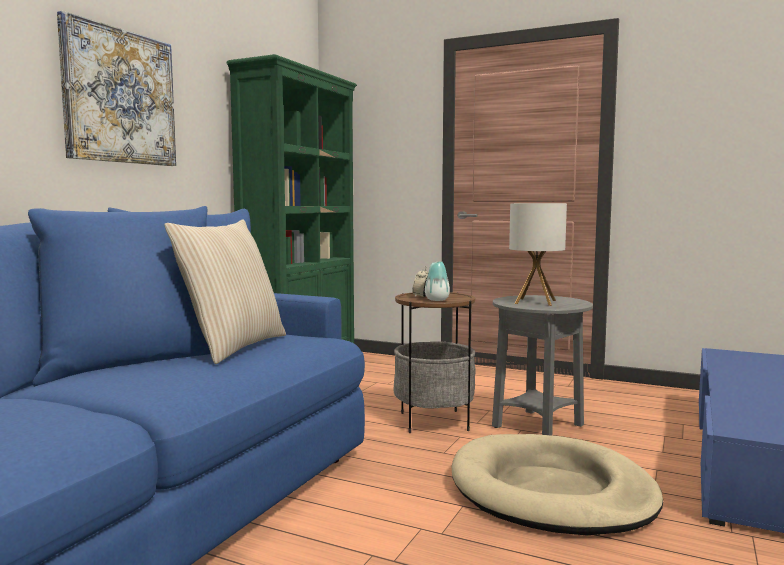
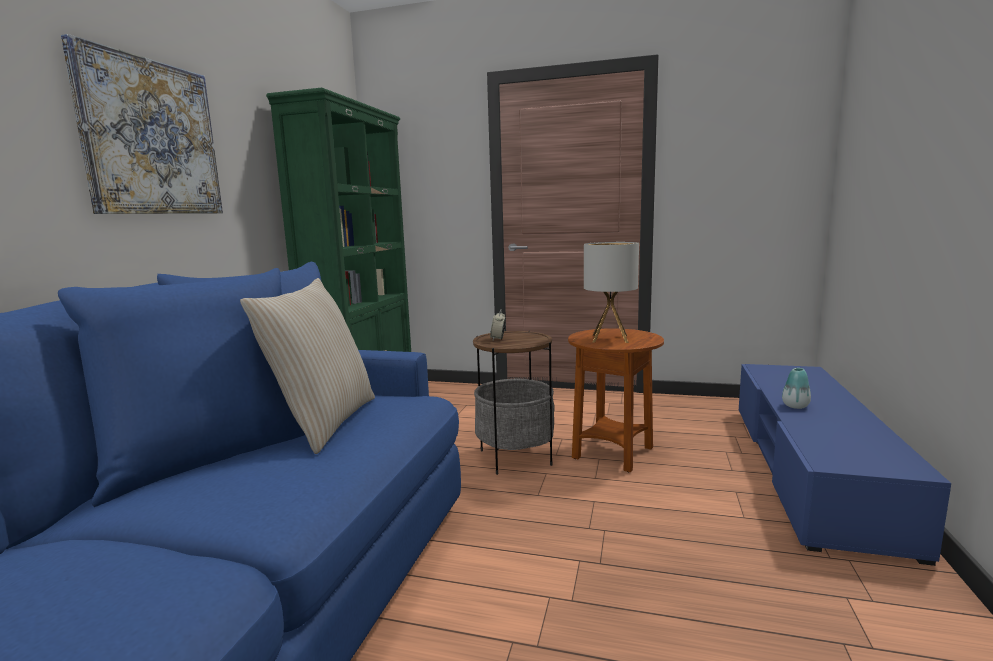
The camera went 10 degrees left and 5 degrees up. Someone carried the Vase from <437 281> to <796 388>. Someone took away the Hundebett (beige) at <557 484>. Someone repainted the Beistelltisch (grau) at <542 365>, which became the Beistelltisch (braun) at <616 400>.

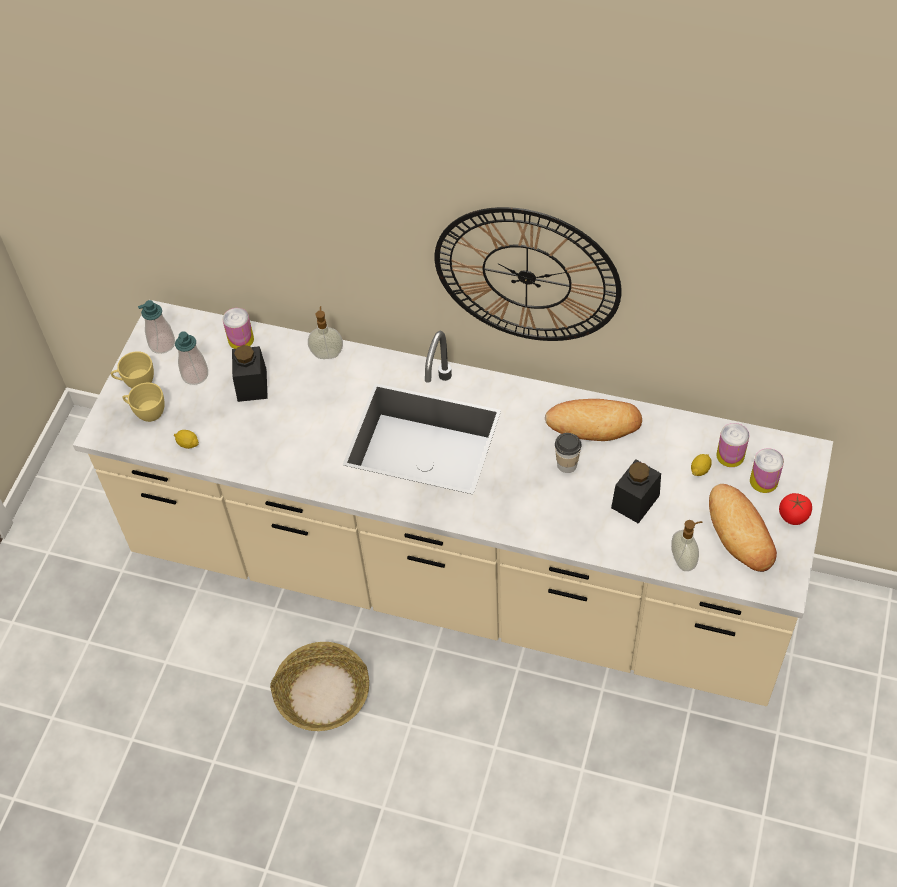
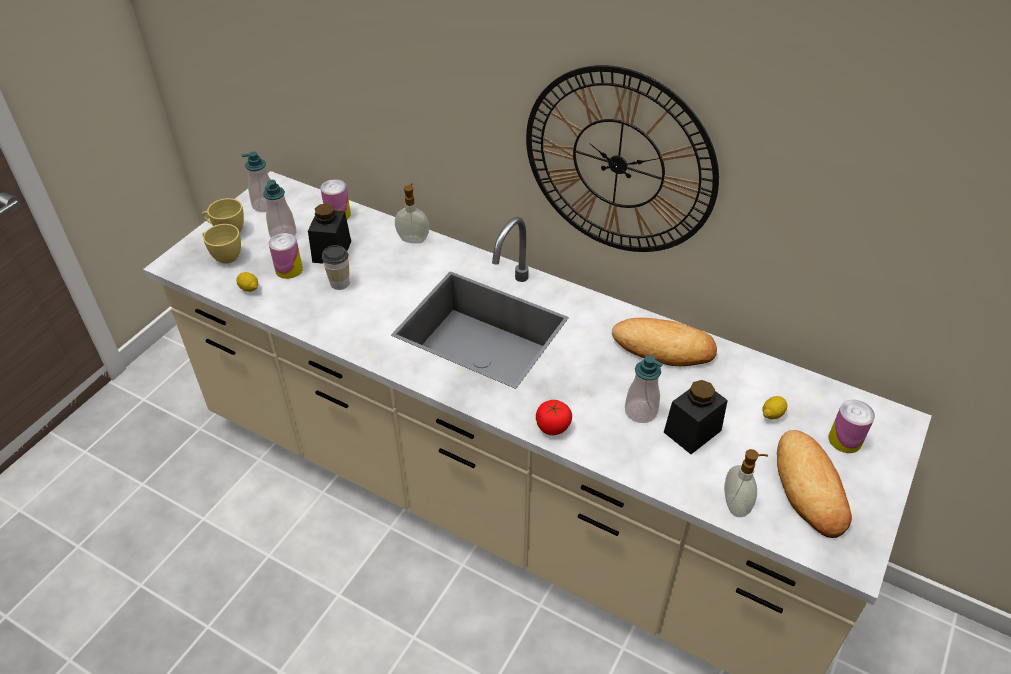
The camera went 10 degrees right and 10 degrees down. Someone took away the Korb at <319 686>. Someone carried the Tasse from <568 453> to <336 267>. Someone carried the Dose from <732 445> to <286 256>. Someone carried the Tomate from <795 509> to <554 417>. Someone put down the Seifenspender at <644 389>.

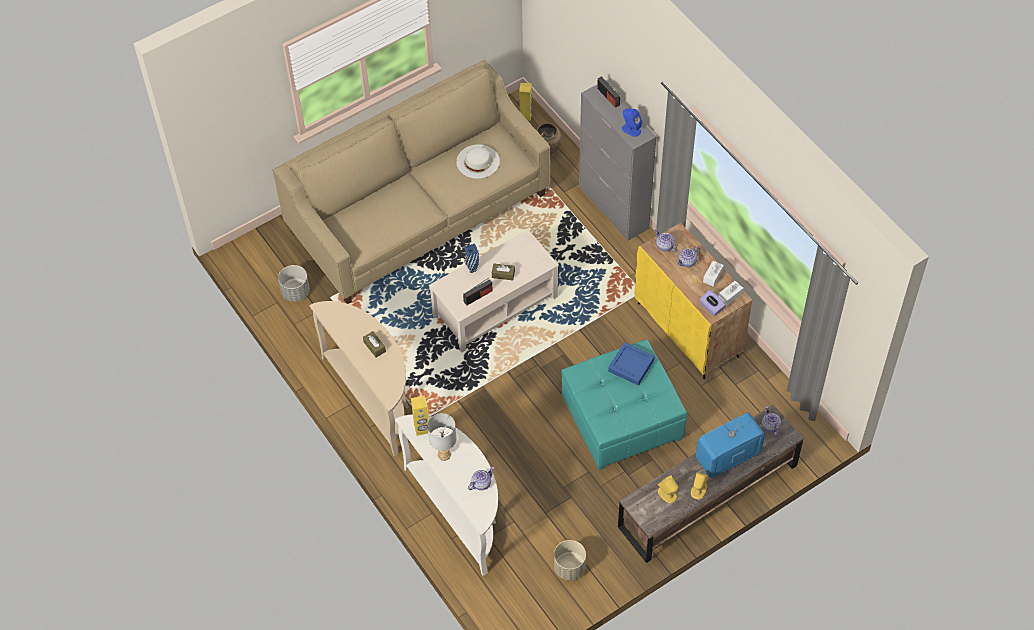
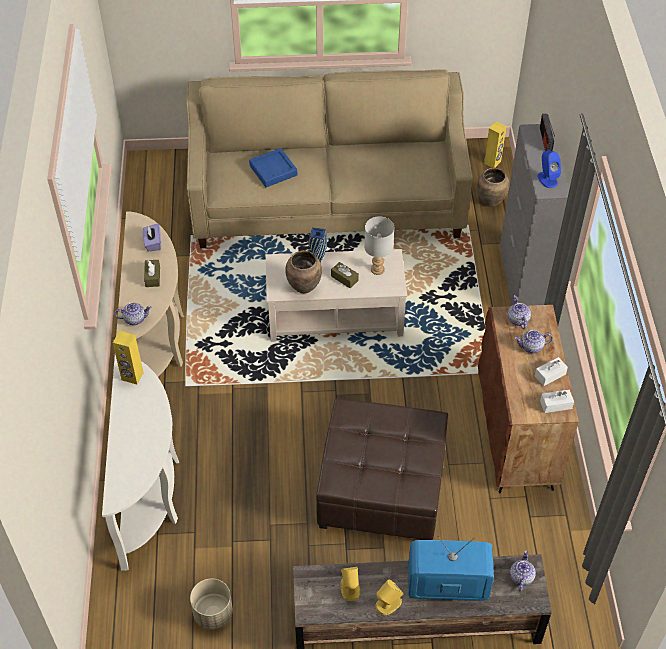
The camera went 30 degrees right and 5 degrees down. Someone took away the Pflanzkübel (grau) at <294 283>. Someone carried the Tischlampe (grau) from <441 437> to <379 246>. Someone took away the Hut (weiß) at <478 162>. Someone swapped the Radio at <478 291> for the Vase (braun) at <303 271>. Someone carried the Teekanne from <481 478> to <133 314>. Someone repainted the Polsterhocker (türkis) at <624 404>, which became the Polsterhocker (braun) at <382 469>. Someone carried the Tablett (blau) from <631 363> to <273 167>. Someone repainted the Schrank (gelb) at <693 301>, which became the Schrank (braun) at <528 399>. Someone carried the Taschentuchbox (lila) from <712 303> to <152 237>.

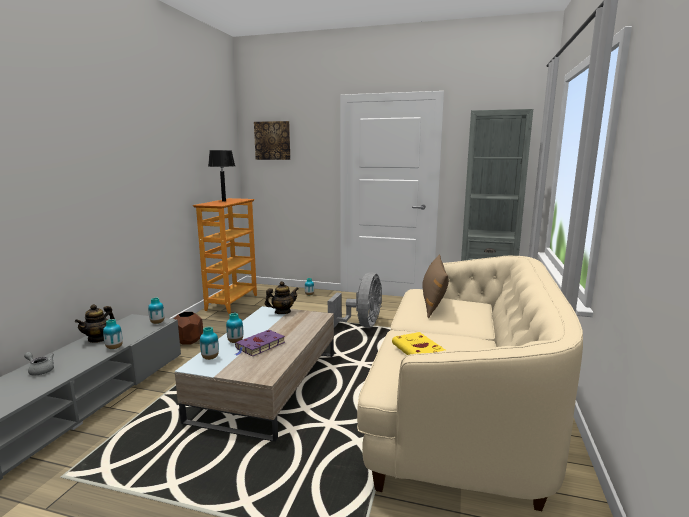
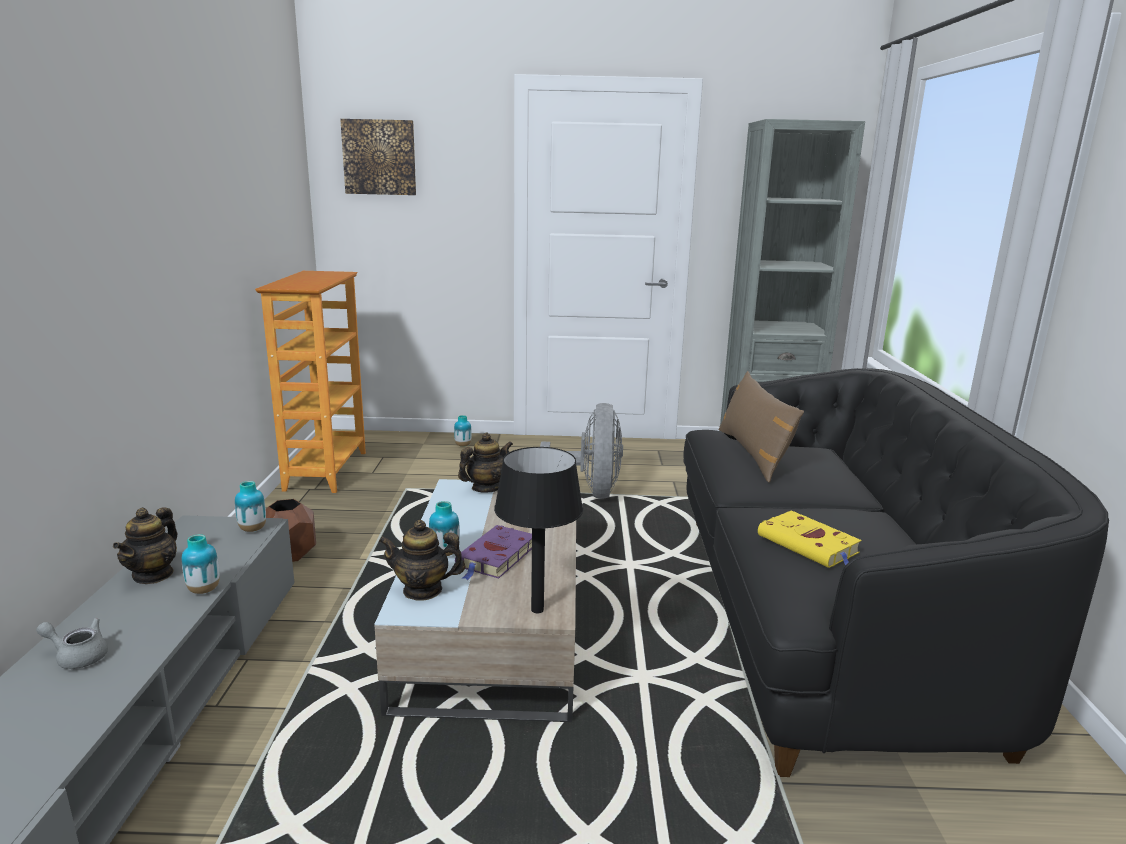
The camera went 15 degrees left and 5 degrees up. Someone swapped the Vase at <209 343> for the Teekanne at <422 560>. Someone carried the Tischlampe (schwarz) from <221 176> to <538 530>. Someone repainted the Sofa (beige) at <470 383>, which became the Sofa (schwarz) at <896 572>.

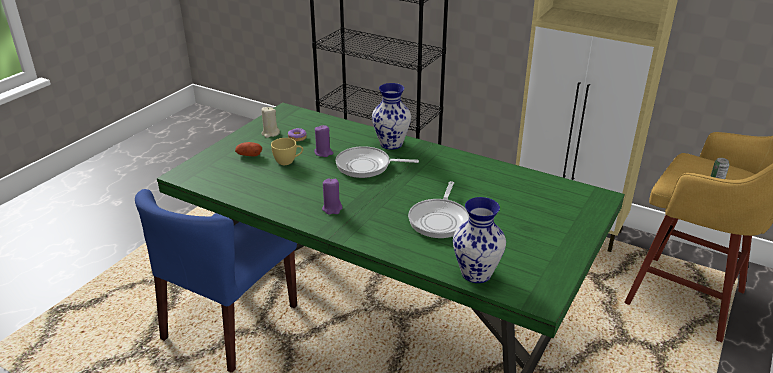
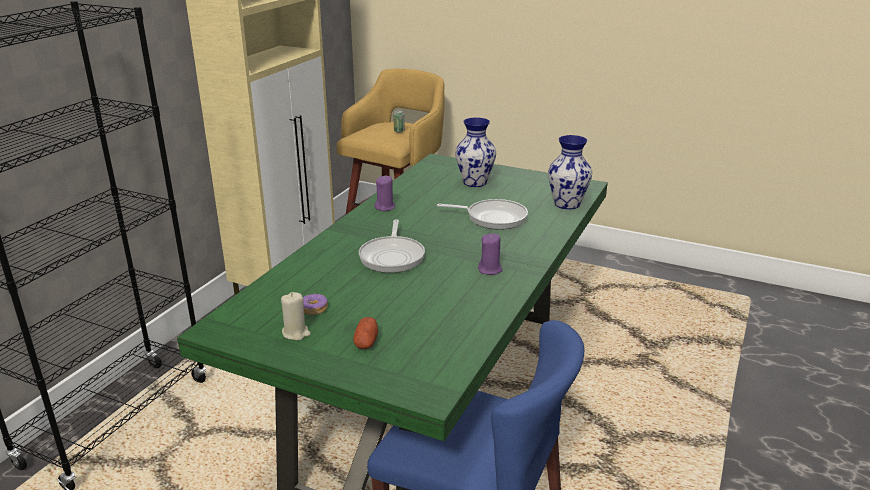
The camera went 95 degrees left and 5 degrees down. Someone took away the Tasse (gelb) at <287 151>. Someone carried the Kerze (lila) from <323 141> to <384 193>. Someone carried the Vase from <391 116> to <475 152>.

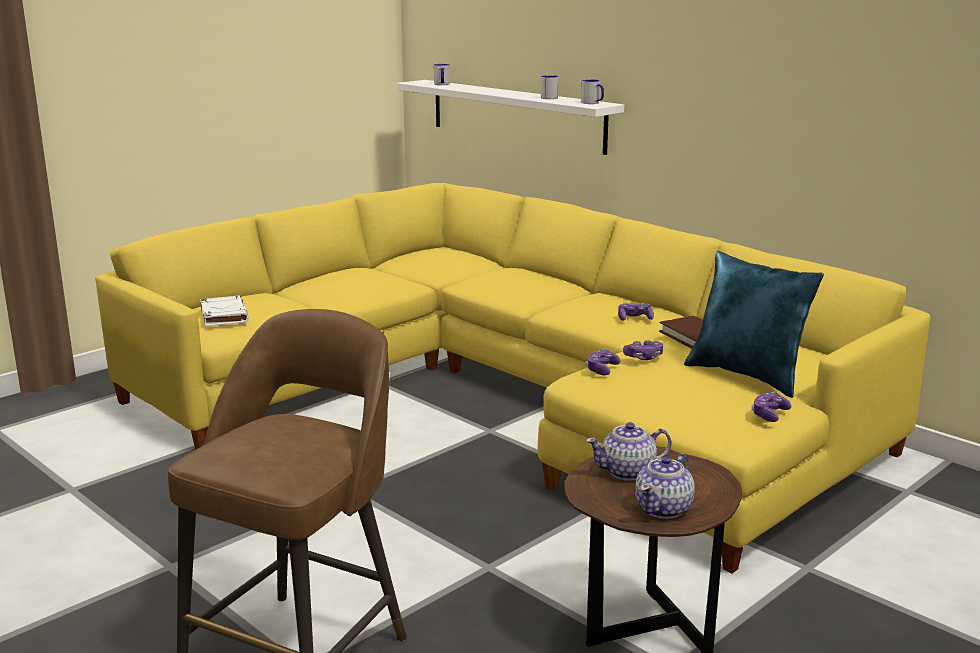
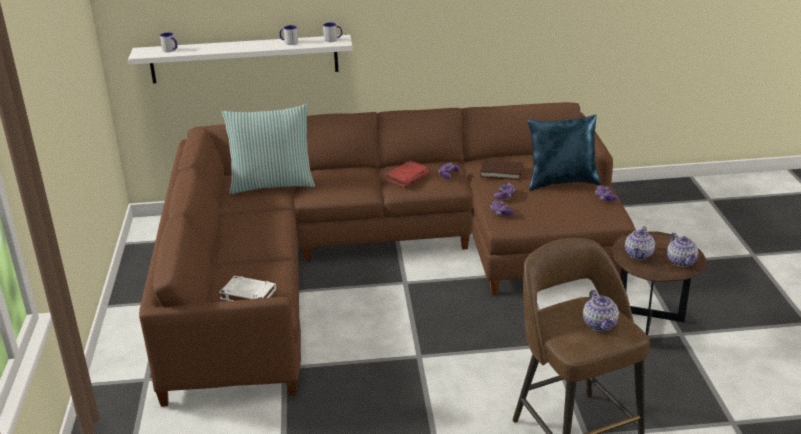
The camera went 50 degrees left and 10 degrees up. Someone repainted the Sofa (gelb) at <512 378>, which became the Sofa (braun) at <387 254>. Someone put down the Kissen at <268 149>. Someone put down the Buch (rot) at <408 174>. Someone put down the Teekanne at <601 311>.

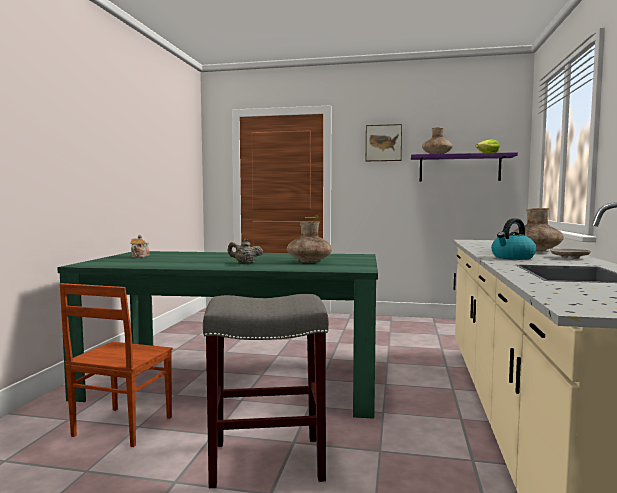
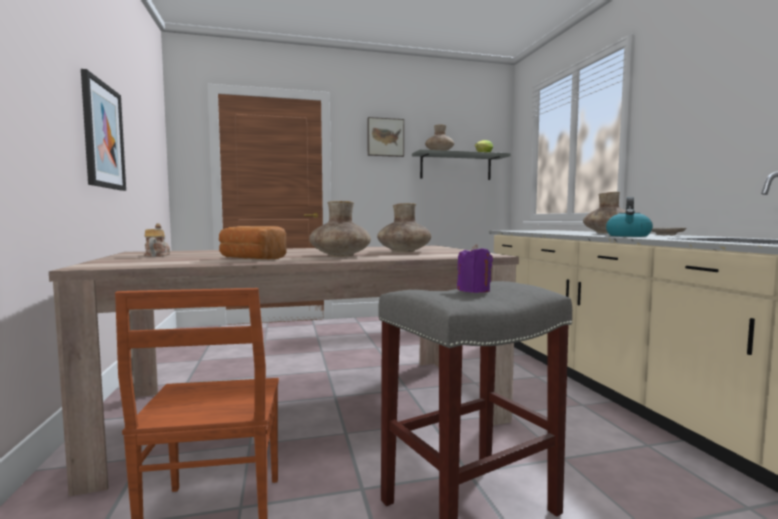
The camera went 25 degrees left and 0 degrees up. Someone repainted the Esstisch (grün) at <217 335>, which became the Esstisch (beige) at <284 370>. Someone swapped the Teekanne (beige) at <245 251> for the Vase (braun) at <340 229>. Someone repainted the Wandregal (lila) at <464 166>, which became the Wandregal (grau) at <461 165>. Someone put up the Bild at <103 130>. Someone put down the Brot at <253 242>. Someone put down the Kerze (lila) at <475 268>.

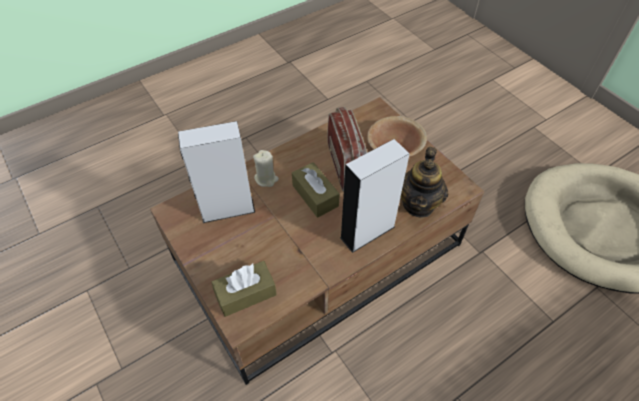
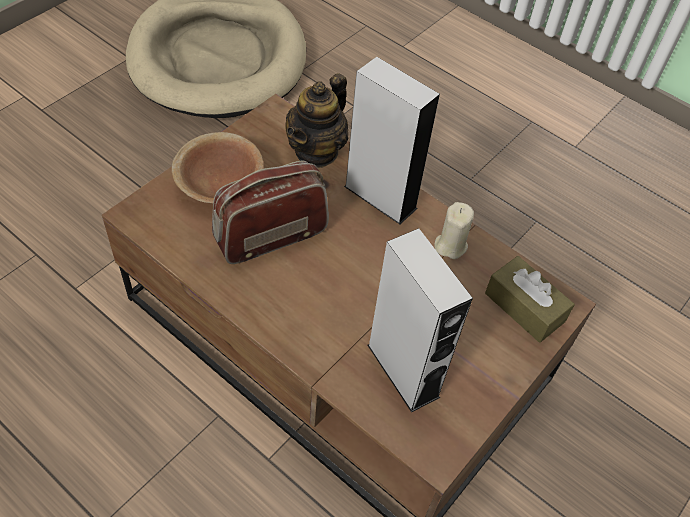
The camera went 110 degrees left and 0 degrees up. Someone carried the Kerze (beige) from <266 168> to <454 230>. Someone took away the Taschentuchbox (braun) at <316 190>. Someone rotated the Teekanne at <424 182> by 120 degrees clockwise.

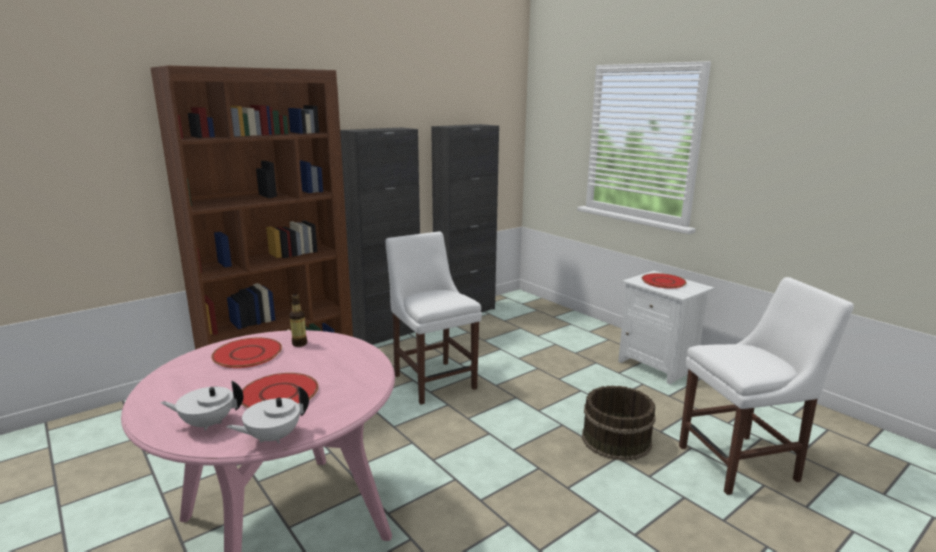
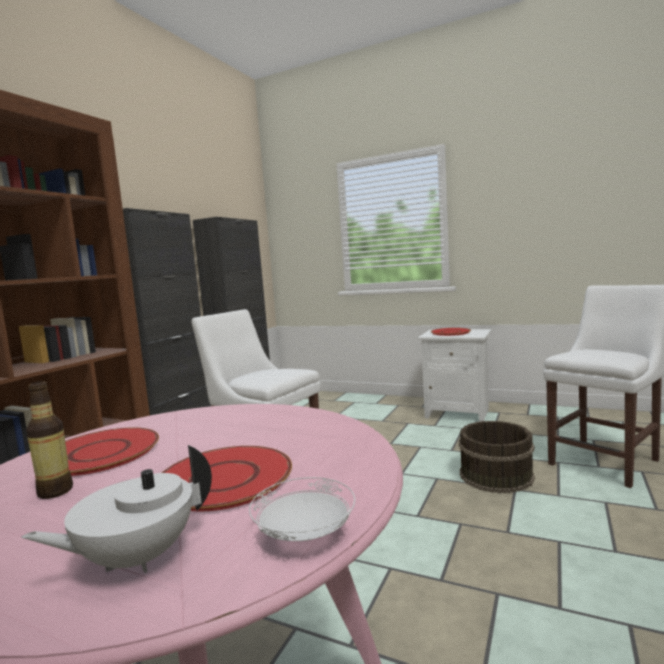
The camera went 25 degrees left and 10 degrees down. Someone swapped the Teekanne (weiß) at <267 415> for the Teller (weiß) at <302 509>. Someone carried the Flasche from <298 320> to <49 440>.

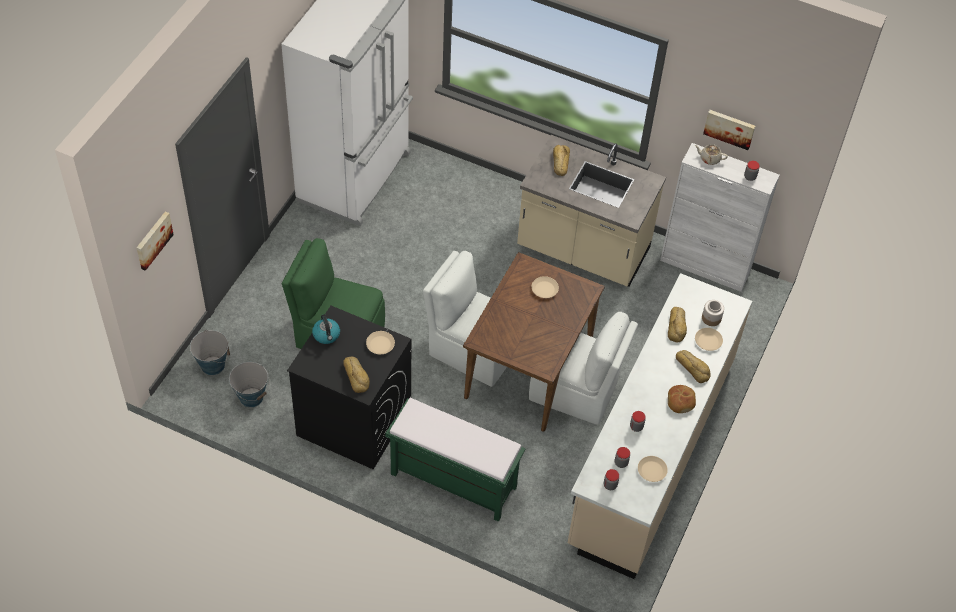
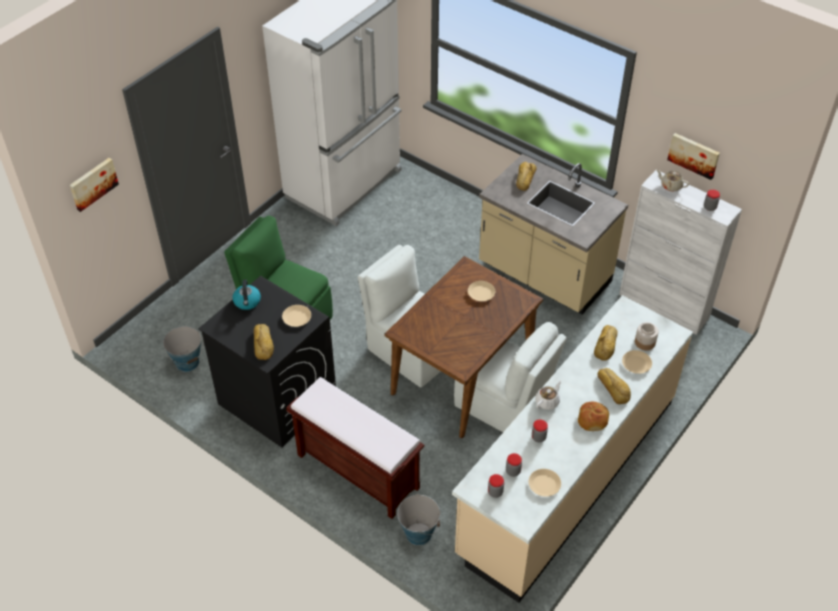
The camera went 15 degrees right and 5 degrees down. Someone carried the Eimer from <210 352> to <418 519>. Someone repainted the Bank (grün) at <455 460>, which became the Bank (braun) at <355 448>. Someone put down the Teekanne (weiß) at <548 395>.

